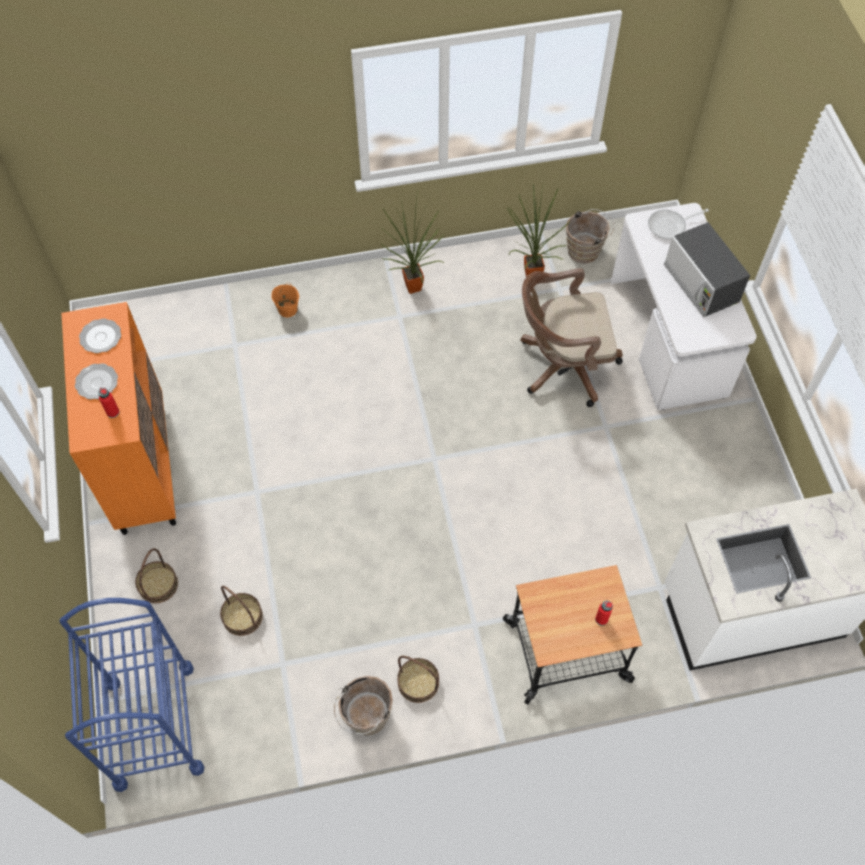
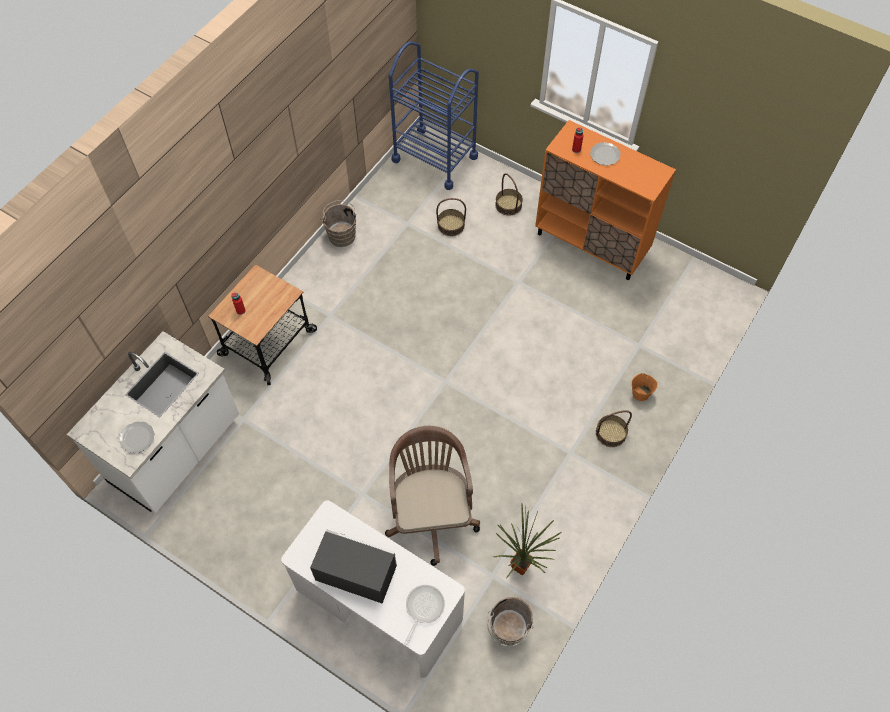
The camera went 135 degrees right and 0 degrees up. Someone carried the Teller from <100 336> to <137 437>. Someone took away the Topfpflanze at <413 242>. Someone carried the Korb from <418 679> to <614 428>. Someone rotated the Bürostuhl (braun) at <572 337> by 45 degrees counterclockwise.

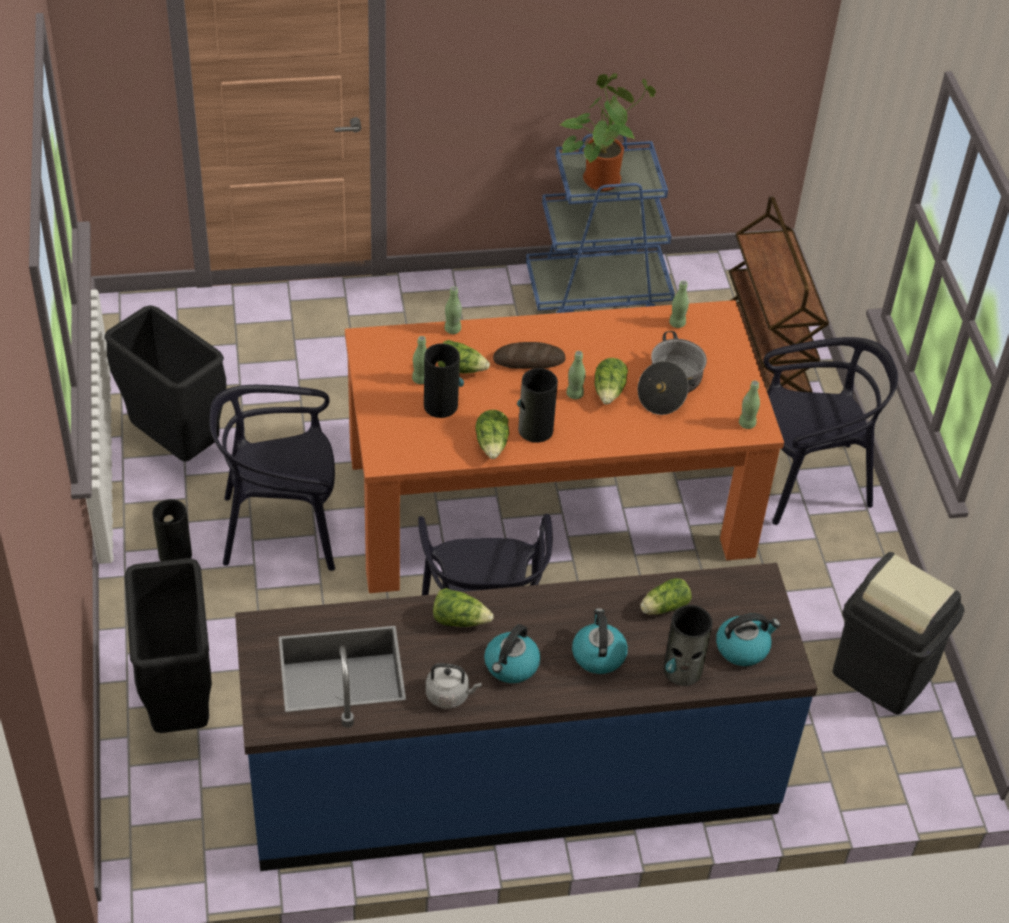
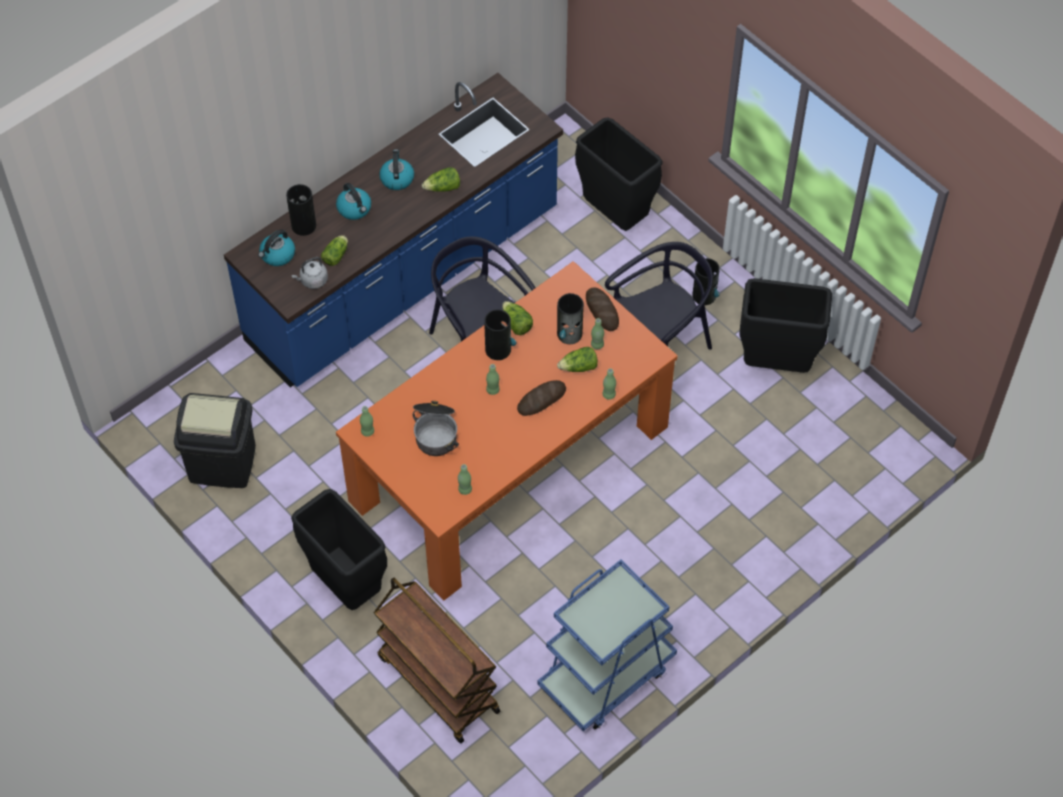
The camera went 150 degrees right and 10 degrees up. Someone carried the Wasserkessel (grau) from <453 686> to <310 273>. Someone took away the Topfpflanze at <608 132>. Someone took away the Salatkopf at <611 381>. Someone swapped the Stuhl (schwarz) at <830 431> for the Mülleimer (schwarz) at <339 549>. Someone put down the Brot at <602 309>.

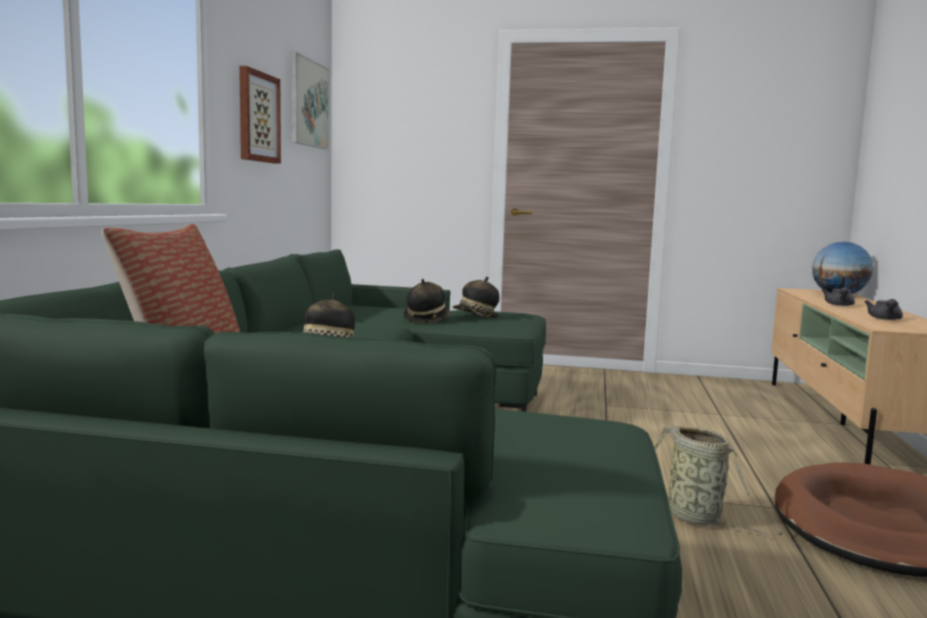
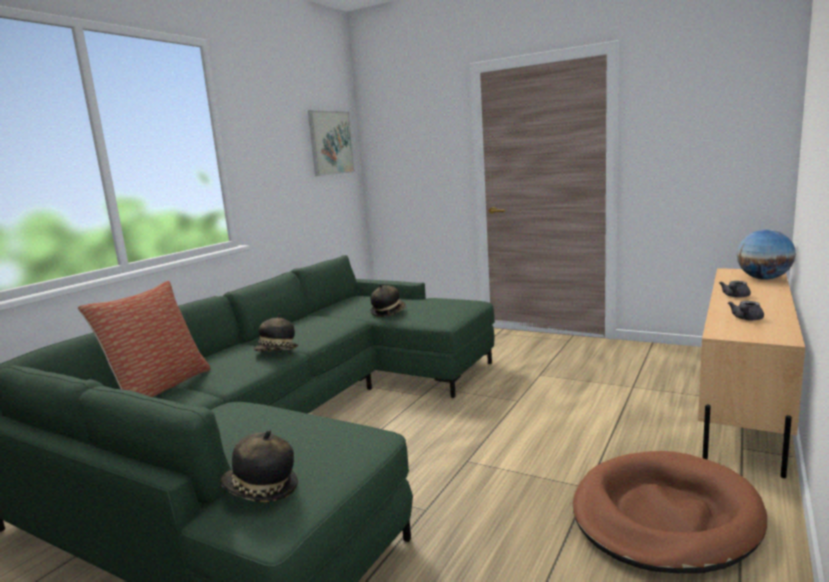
The camera went 20 degrees right and 5 degrees up. Someone took away the Bild at <260 115>. Someone carried the Hut from <475 297> to <259 466>. Someone took away the Korb at <718 480>.

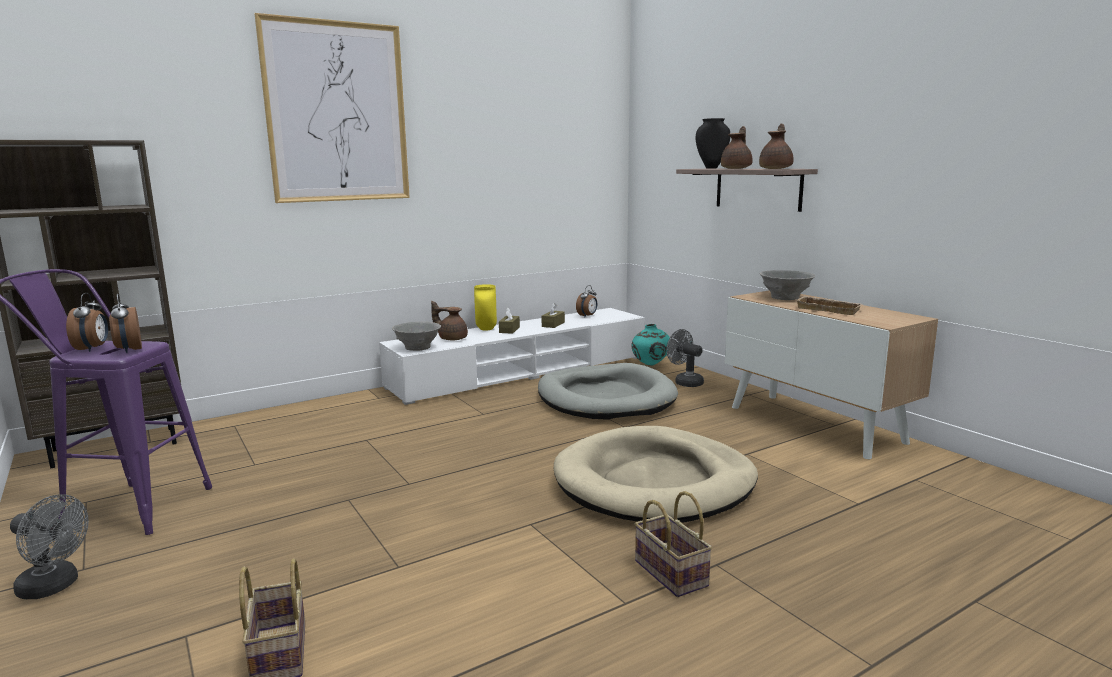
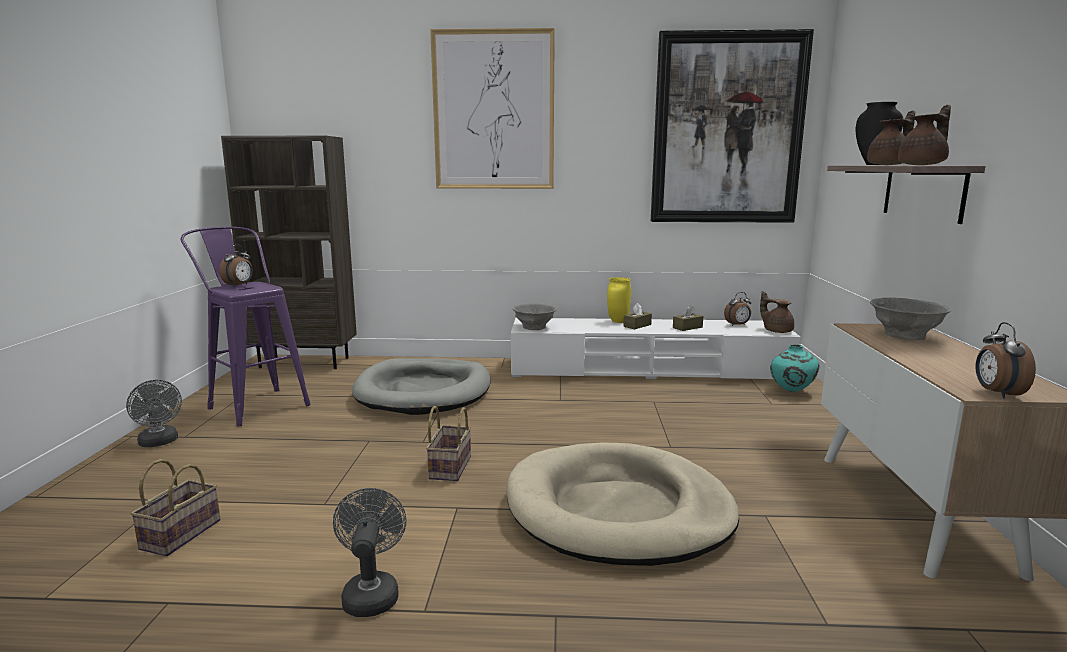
The camera went 35 degrees right and 0 degrees up. Someone carried the Wecker from <125 323> to <1005 360>. Someone carried the Teekanne (braun) from <449 320> to <777 312>. Someone carried the Hundebett (grau) from <608 391> to <421 386>. Someone carried the Korb from <673 544> to <448 443>. Someone carried the Ventilator (grau) from <685 358> to <369 552>. Someone took away the Tablett (beige) at <829 305>. Someone put up the Bild at <732 126>.

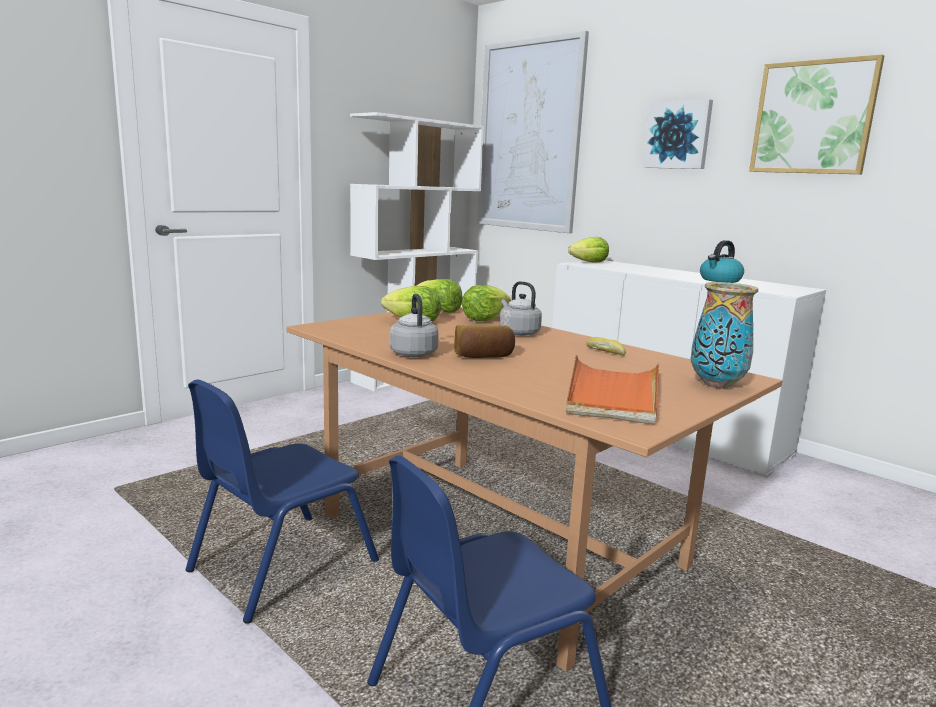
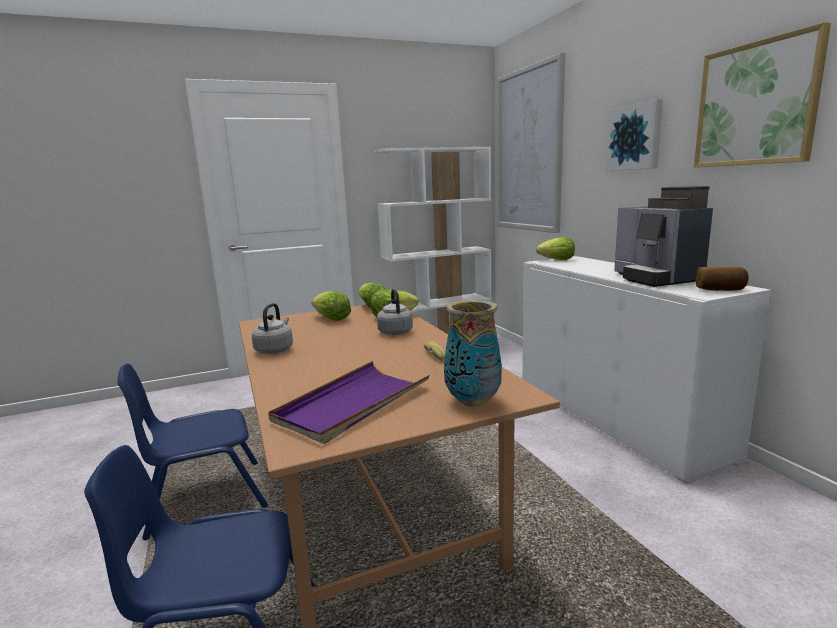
The camera went 25 degrees right and 0 degrees up. Someone carried the Brot from <484 341> to <722 279>. Someone repainted the Tablett (orange) at <612 389>, which became the Tablett (lila) at <348 402>. Someone swapped the Wasserkessel at <722 261> for the Kaffeemaschine at <663 236>.

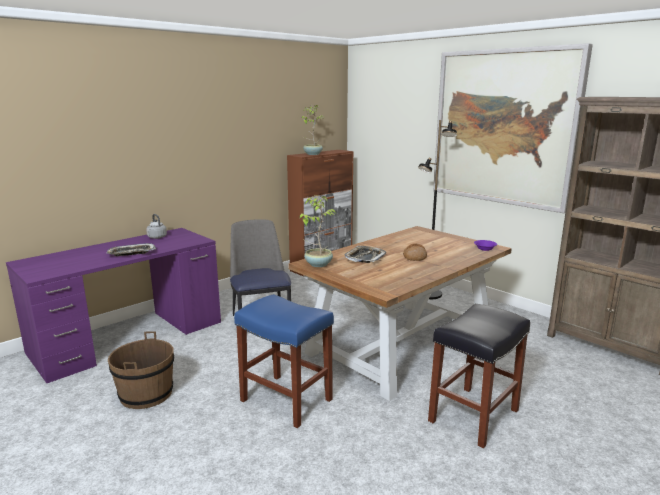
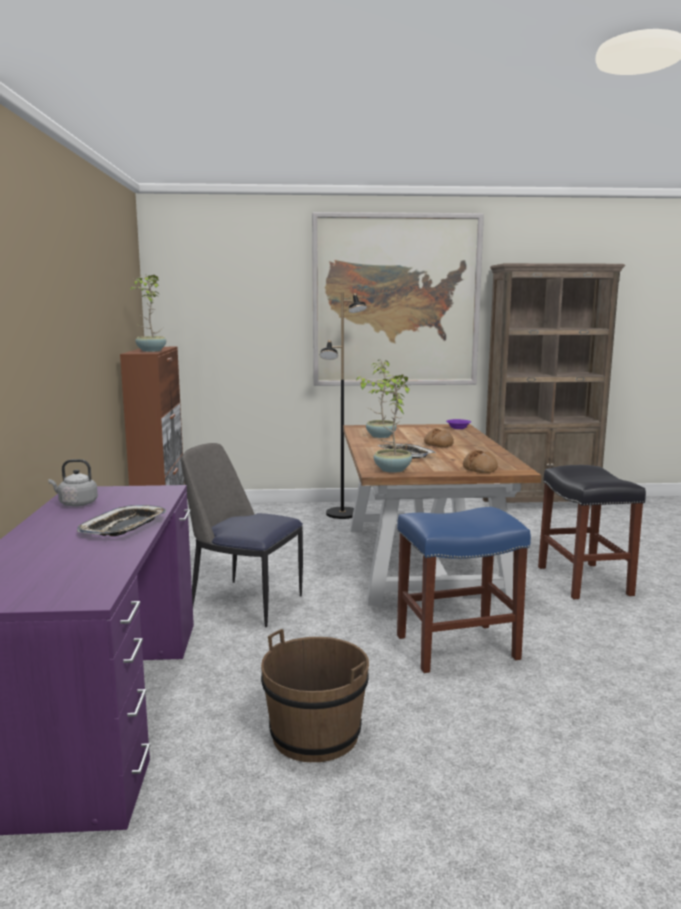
The camera went 50 degrees left and 5 degrees down. Someone put down the Topfpflanze at <378 399>. Someone put down the Brot at <480 461>.

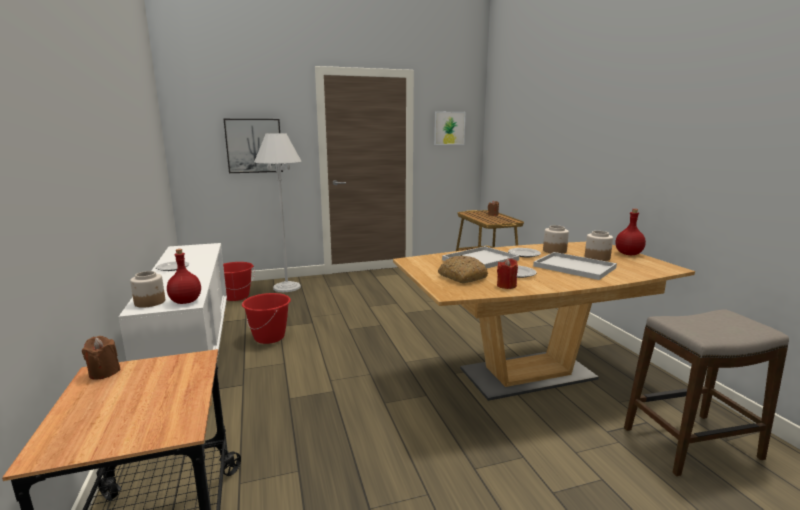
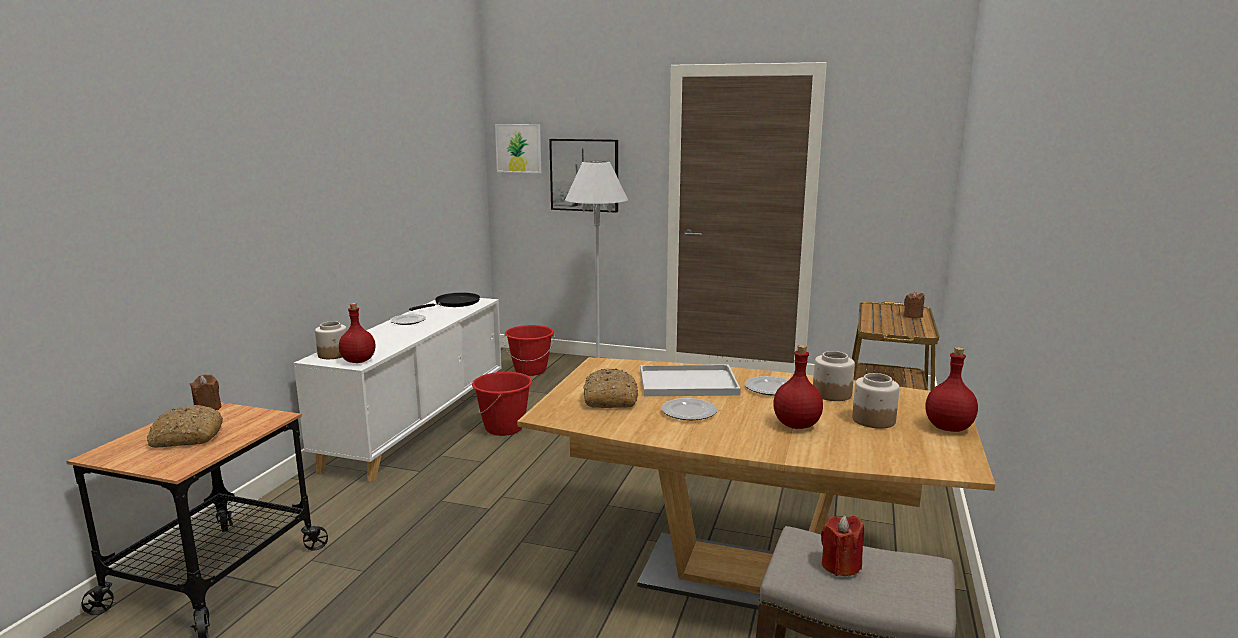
The camera went 35 degrees right and 0 degrees up. Someone carried the Bild from <449 128> to <518 148>. Someone carried the Kerze (rot) from <507 273> to <842 546>. Someone swapped the Tablett (weiß) at <575 266> for the Flasche (rot) at <798 387>. Someone put down the Brot at <185 426>. Someone put down the Pfanne (schwarz) at <444 302>.

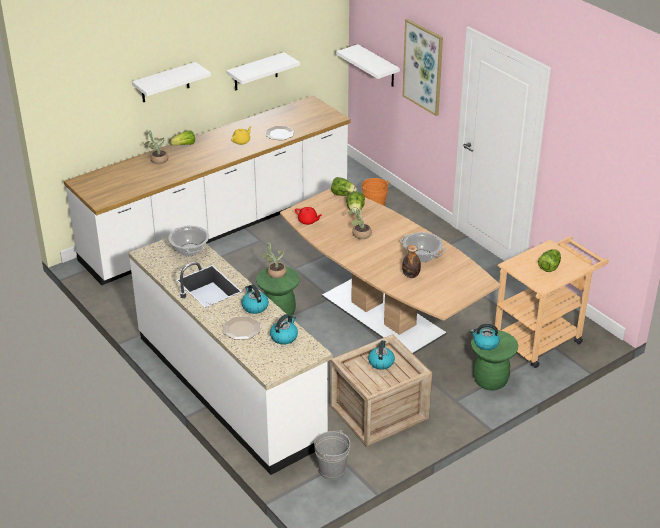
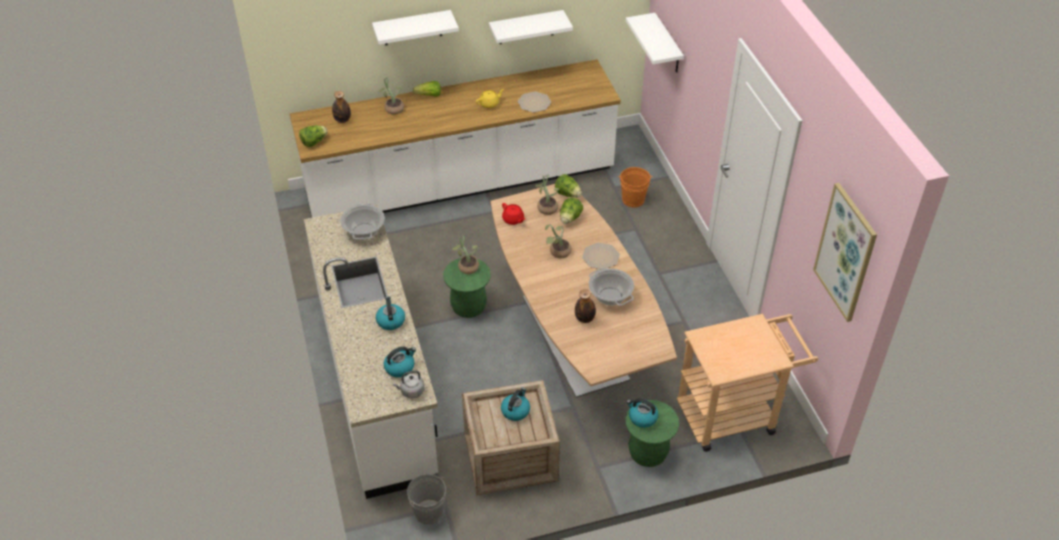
The camera went 20 degrees right and 10 degrees up. Someone carried the Teller from <241 328> to <601 256>. Someone carried the Bild from <422 67> to <845 252>. Someone carried the Salatkopf from <549 260> to <313 136>. Someone put down the Flasche at <341 107>. Someone put down the Wasserkessel (grau) at <409 384>. Someone put down the Topfpflanze at <547 194>.

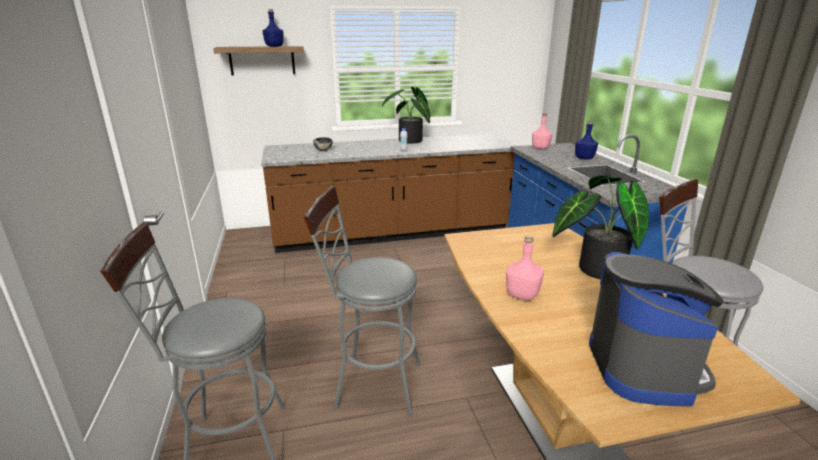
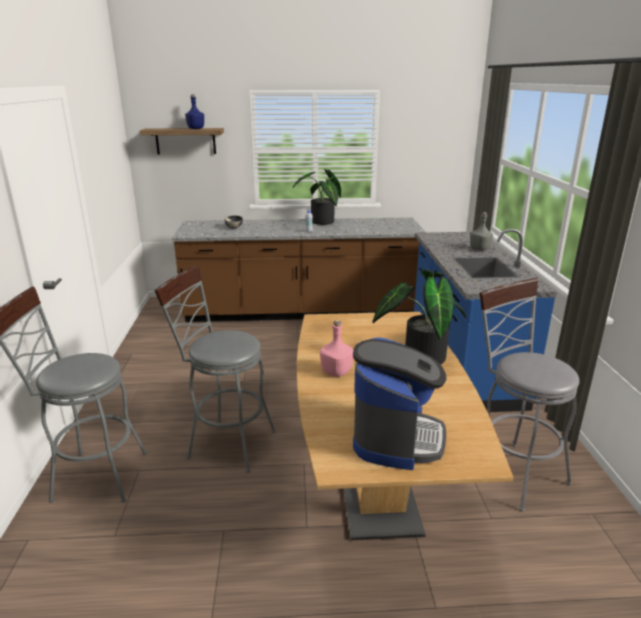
The camera went 10 degrees right and 0 degrees up. Someone took away the Flasche (rosa) at <542 131>. Someone repainted the Flasche (blau) at <586 140>, which became the Flasche (grau) at <481 231>.

